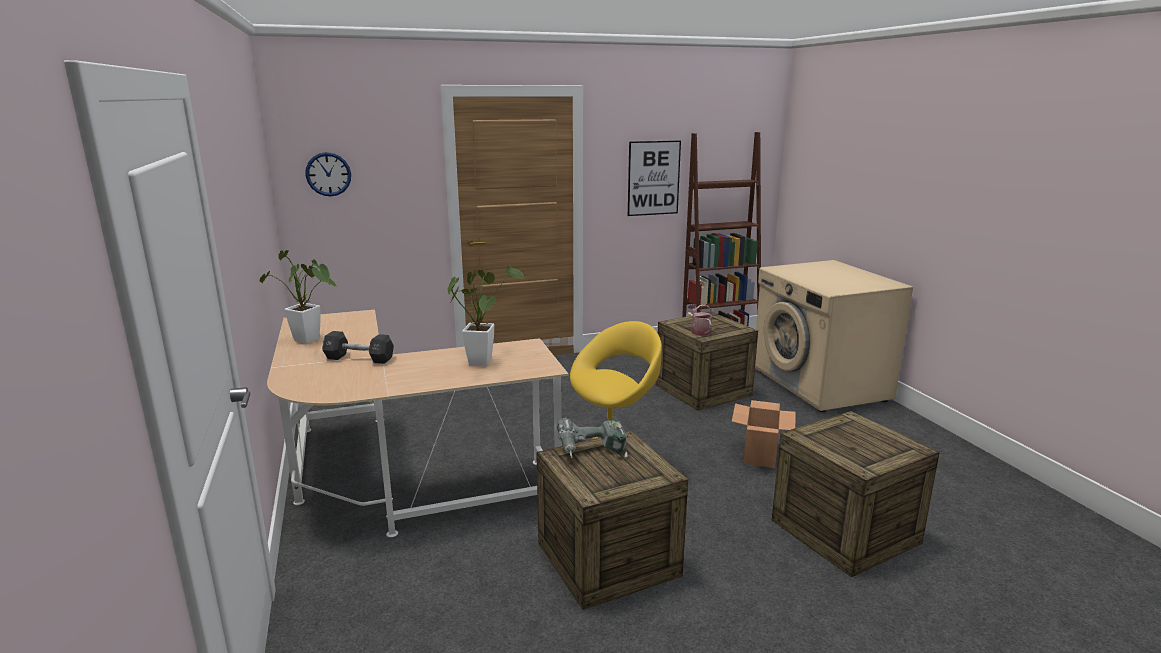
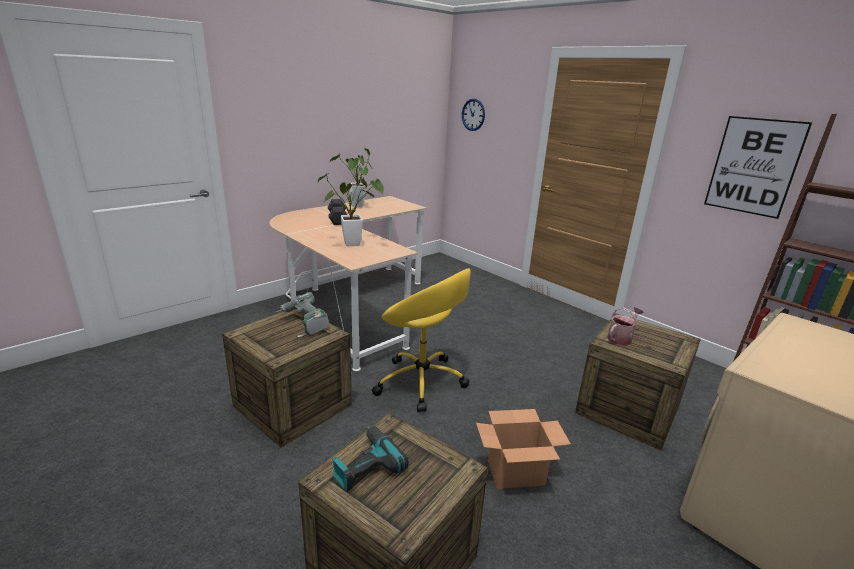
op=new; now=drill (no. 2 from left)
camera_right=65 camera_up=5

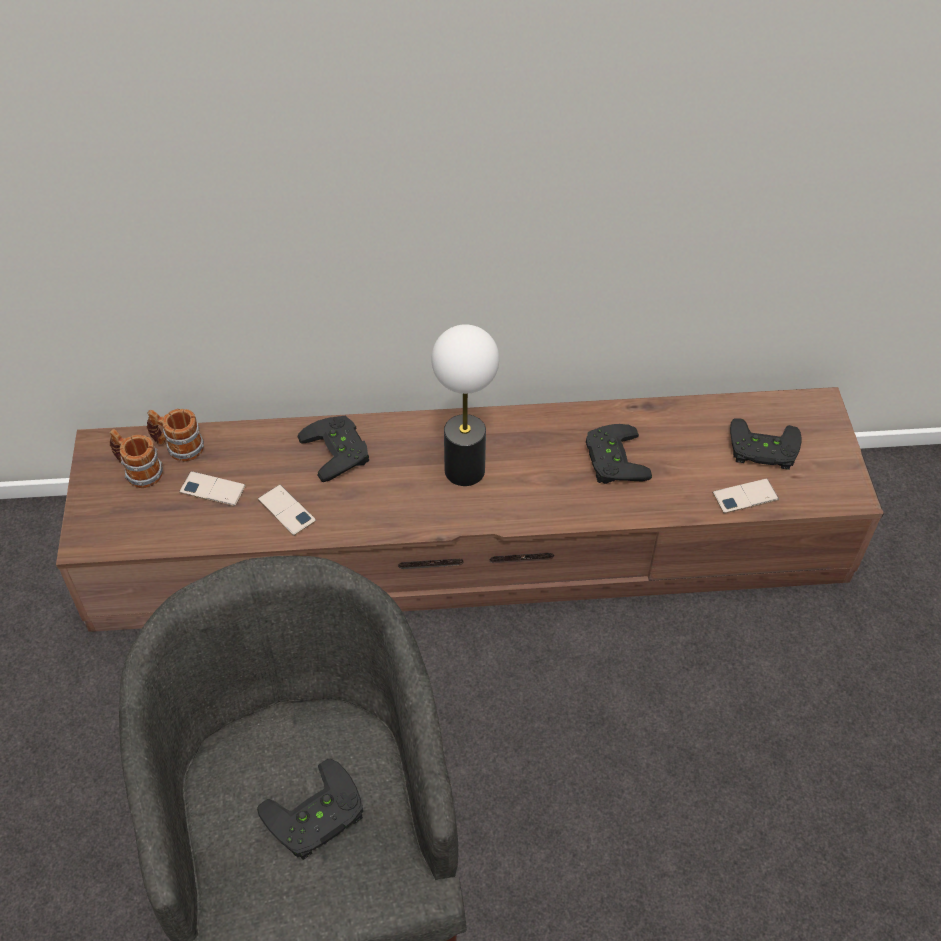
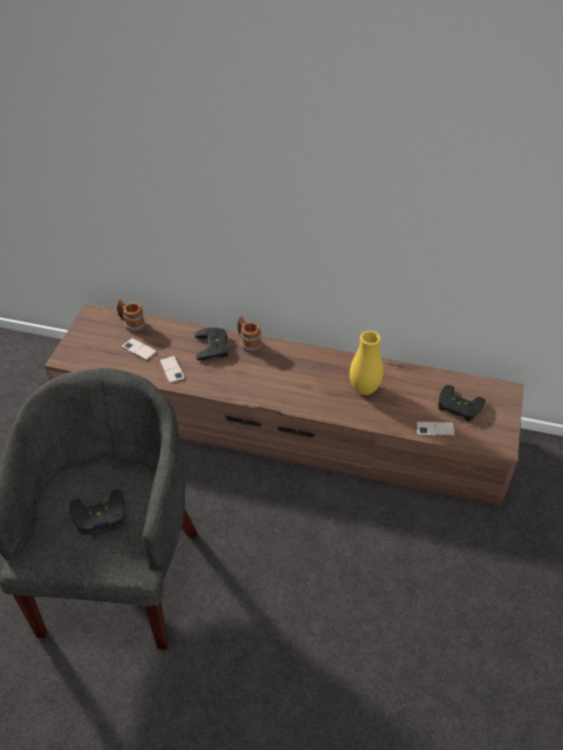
op=gone; was=tabletop lamp
op=swapped; was=black gamepad (no. 3 from left); now=yellow vase
op=shifted; was=tea mug (no. 1 from left in the first image); now=tea mug (no. 2 from left)
camera_right=20 camera_up=-5

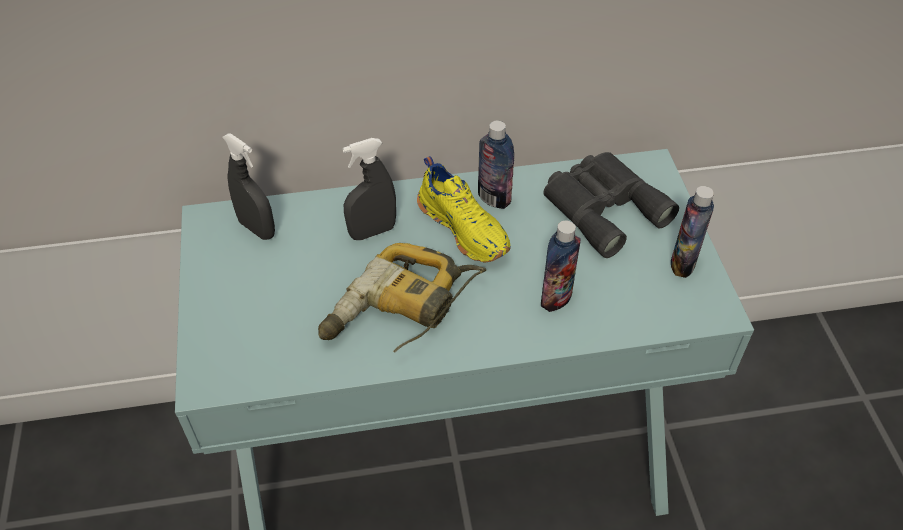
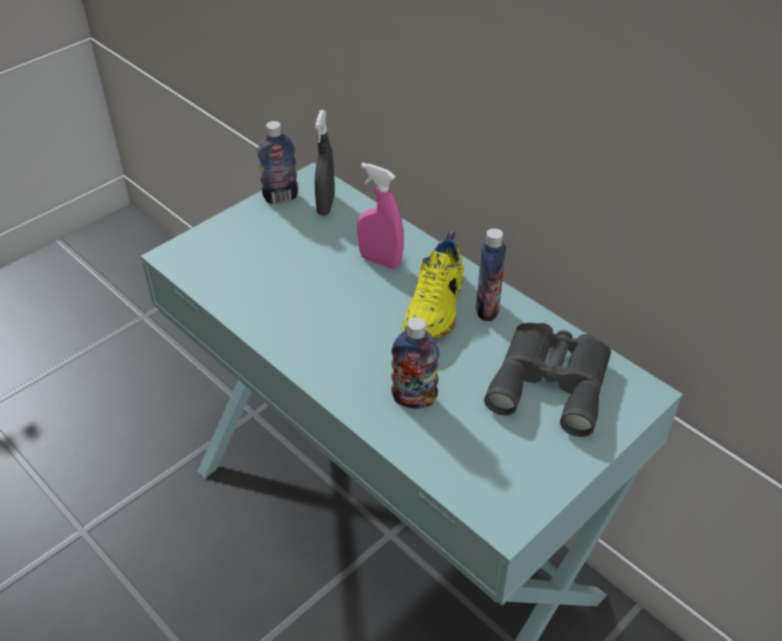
op=repainted; was=grey sprayer (no. 2 from left); now=pink sprayer
op=shifted; was=bottle (no. 3 from left in the first image); now=bottle (no. 1 from left)
op=gone; was=drill
camera_right=55 camera_up=-5

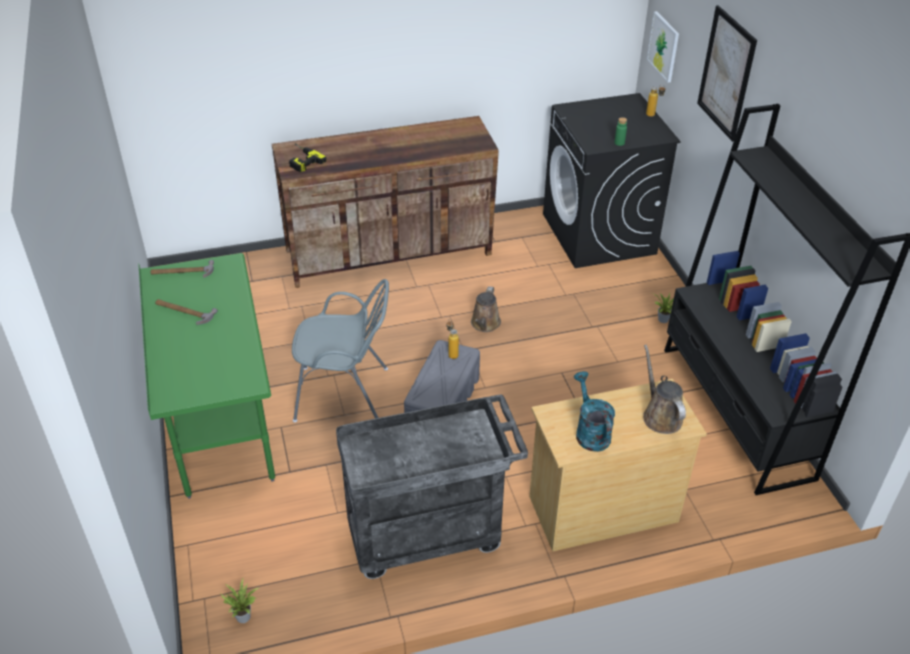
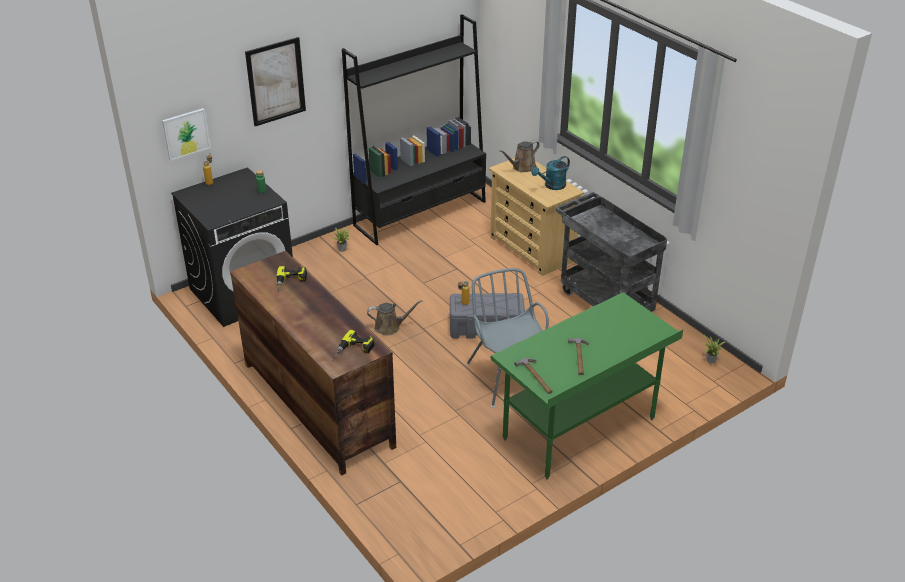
op=new; now=drill (no. 1 from left)
camera_right=-110 camera_up=-5

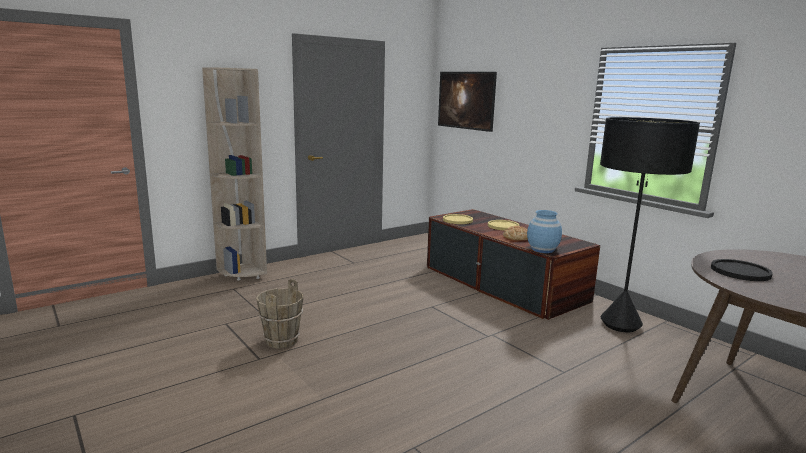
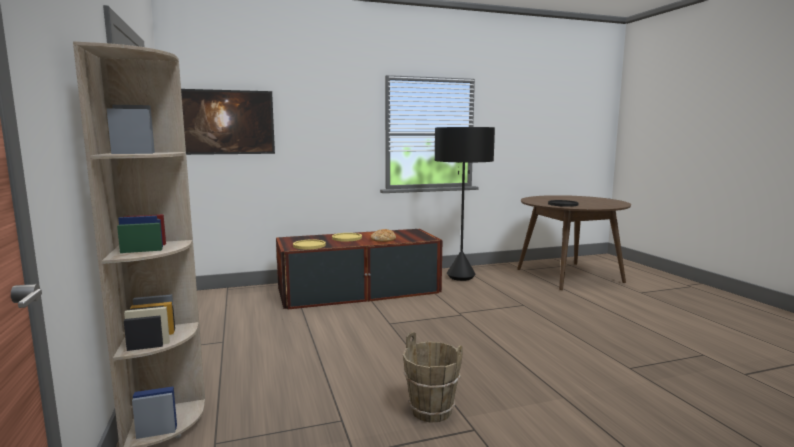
op=gone; was=blue-coloured vase
camera_right=-70 camera_up=-5

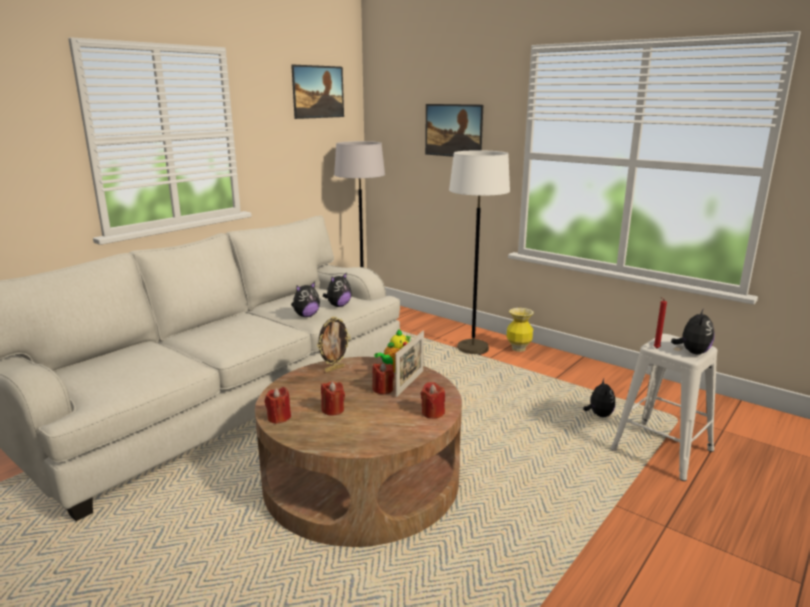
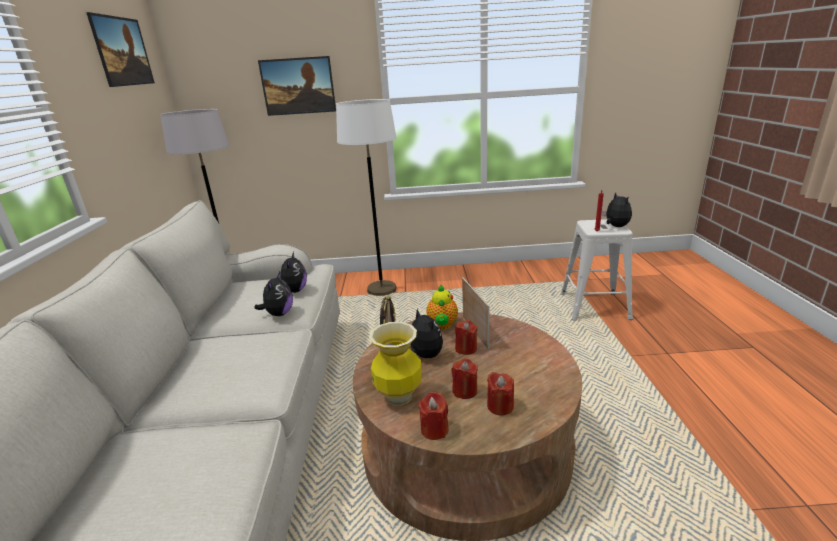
op=shifted; was=vase
op=shifted; was=soft toy (no. 3 from left)
op=shifted; was=reddish wax light (no. 4 from left)
camera_right=-40 camera_up=5

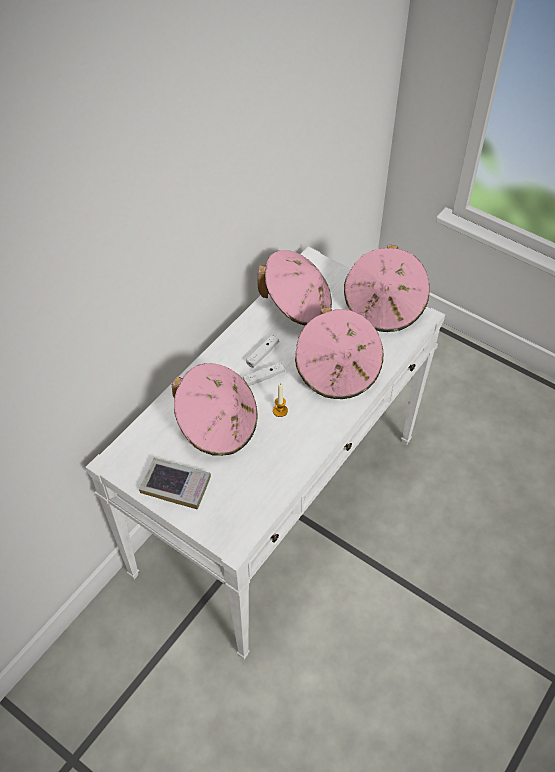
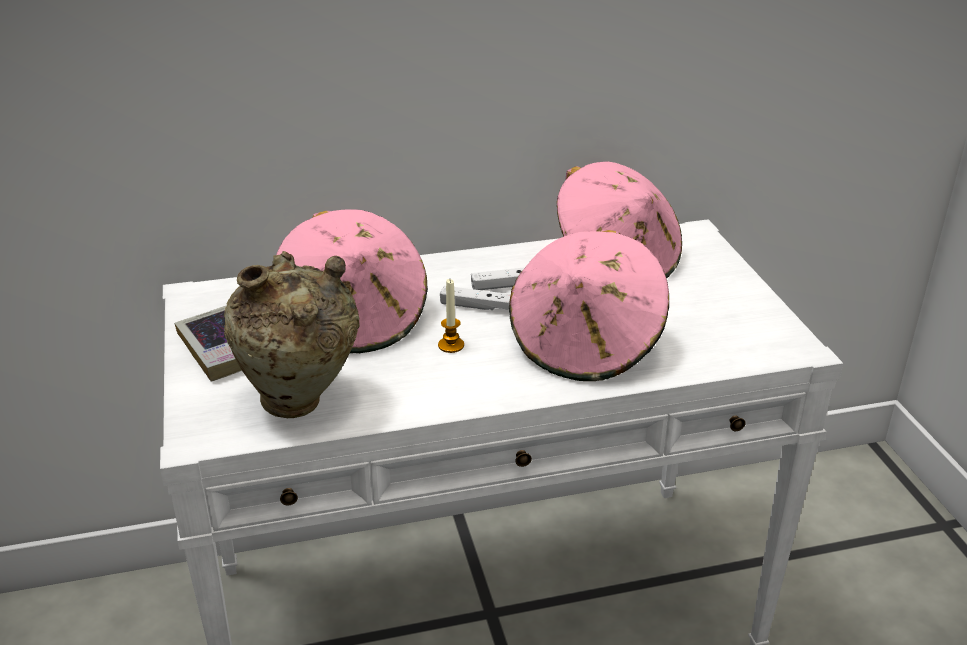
op=gone; was=pink wearable hat (no. 4 from left)
op=new; now=beige vase
camera_right=40 camera_up=-20

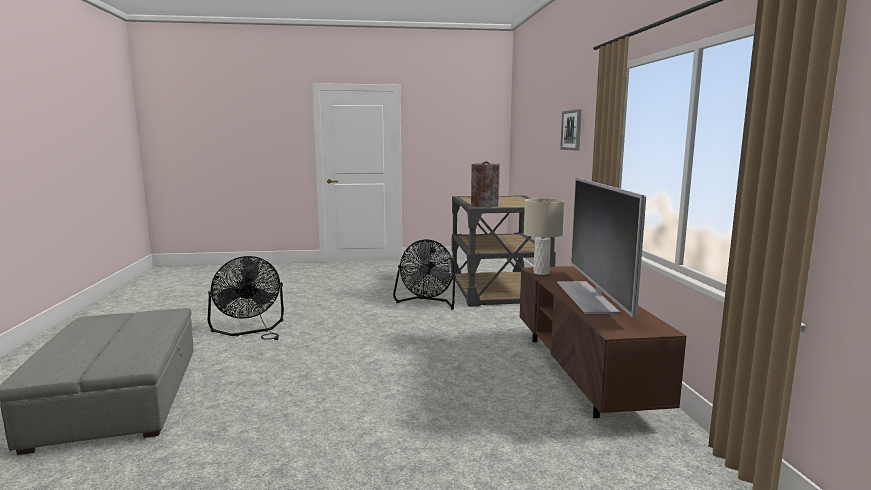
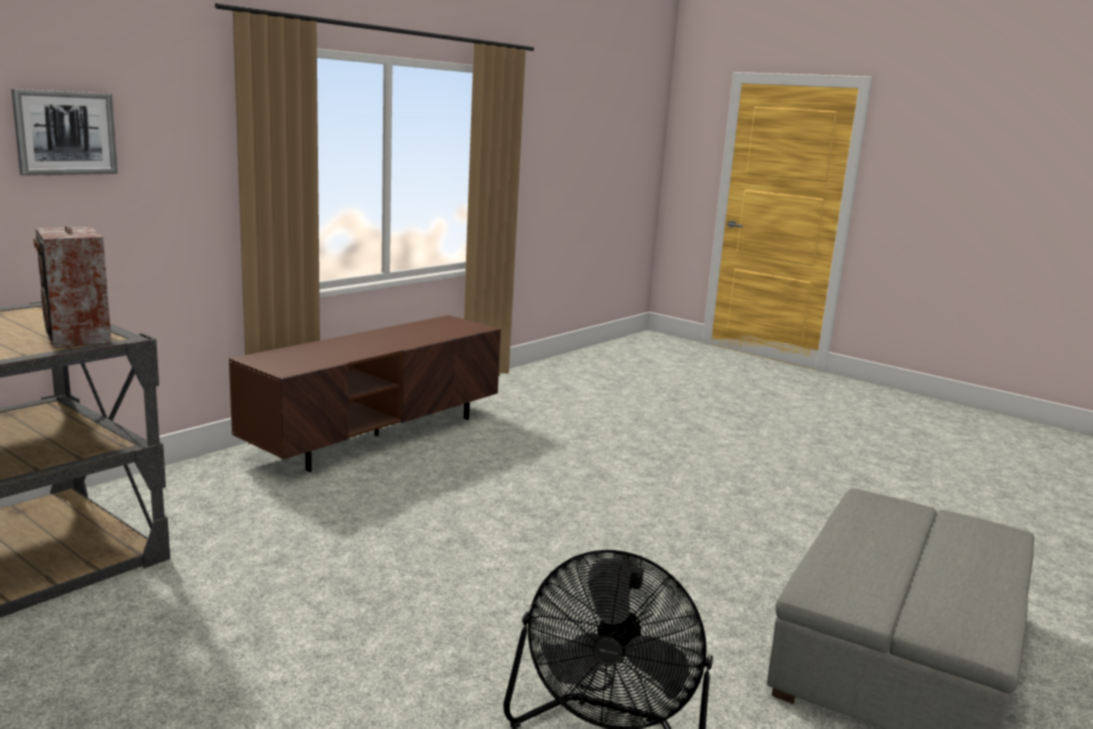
op=gone; was=television
op=gone; was=beige tabletop lamp
op=gone; was=black fan (no. 2 from left)
camera_right=-135 camera_up=5

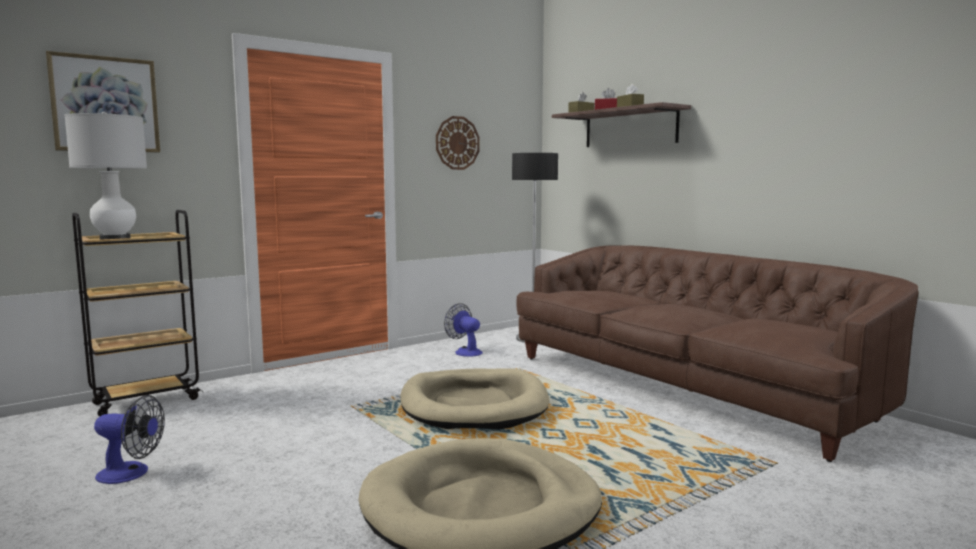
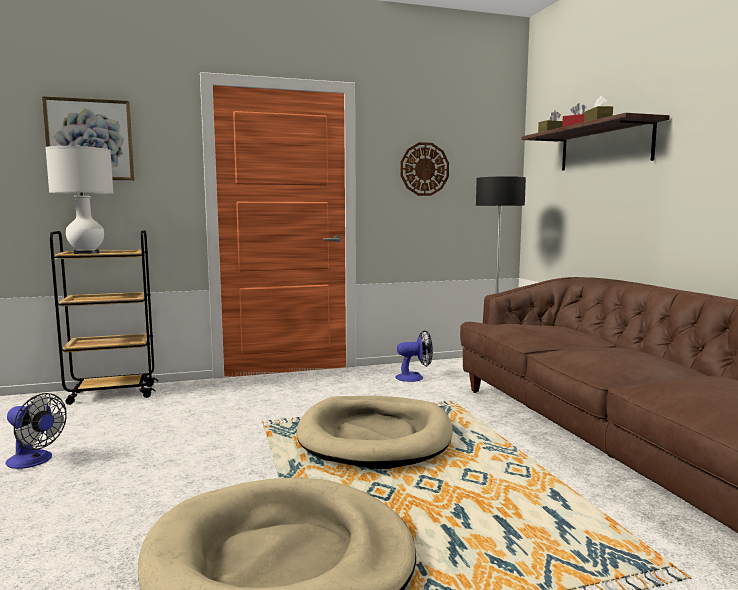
op=rotated; was=fan (no. 2 from left); clockwise=105
camera_right=20 camera_up=0

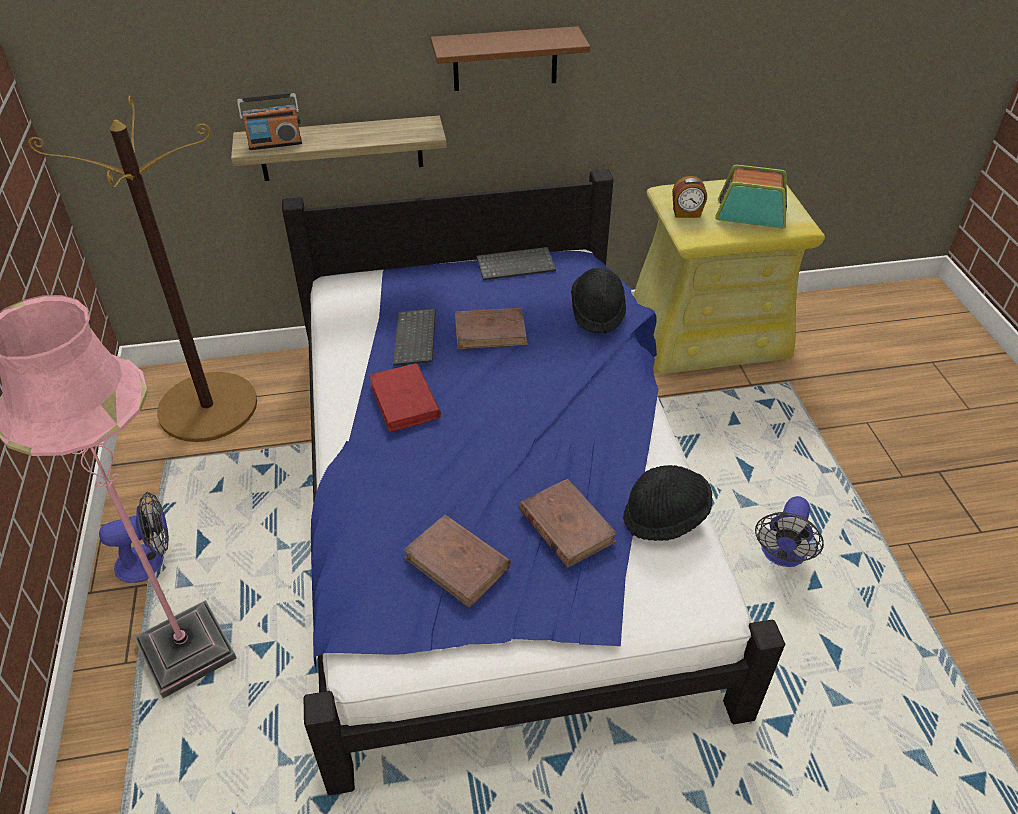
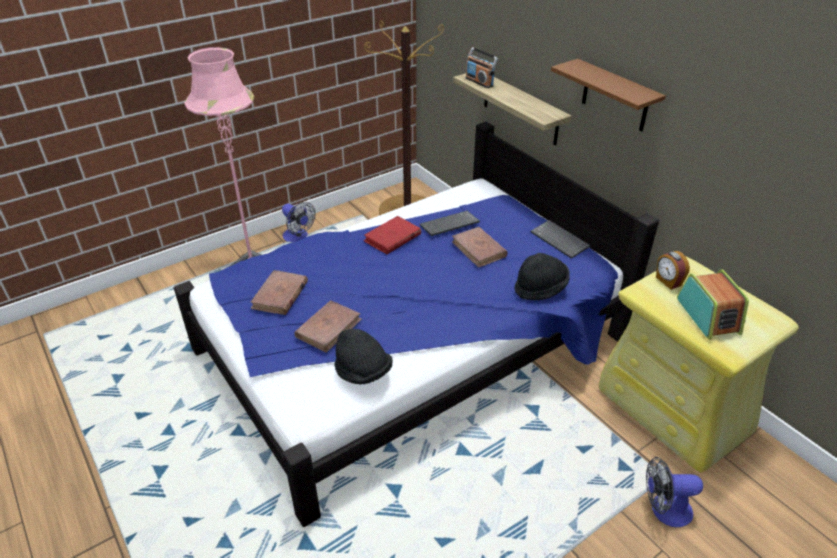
op=shifted; was=fan (no. 2 from left)
camera_right=65 camera_up=-5

